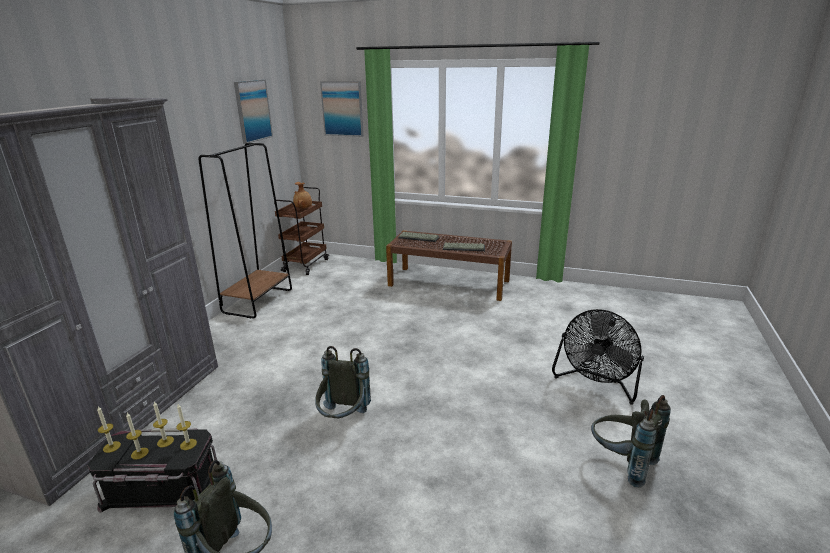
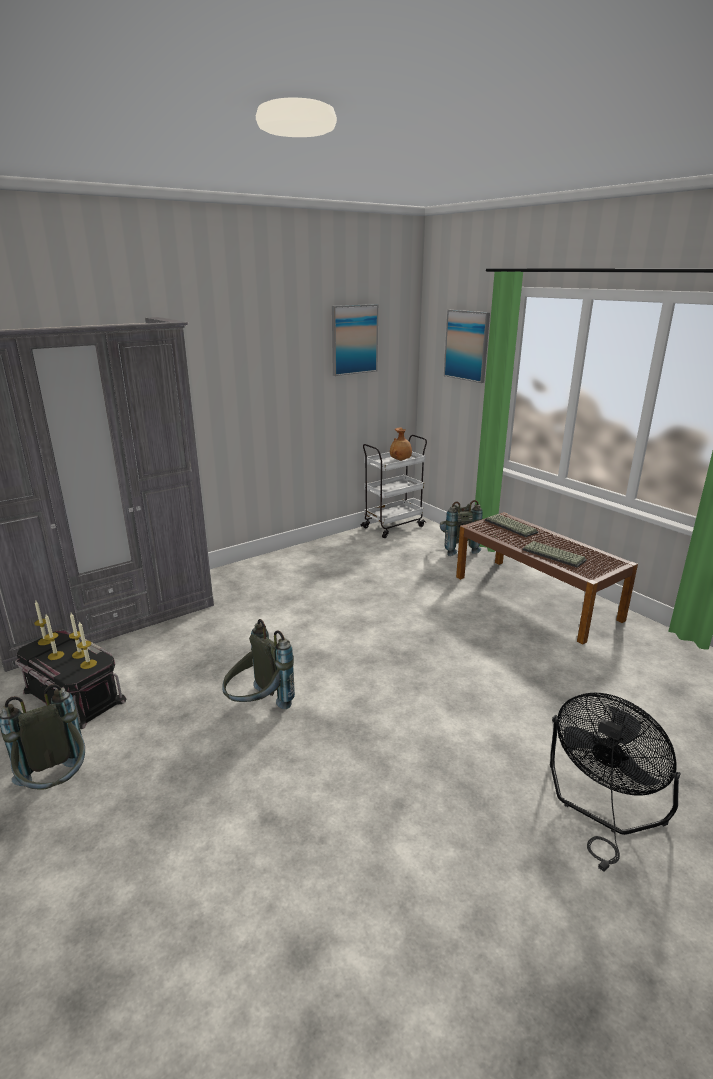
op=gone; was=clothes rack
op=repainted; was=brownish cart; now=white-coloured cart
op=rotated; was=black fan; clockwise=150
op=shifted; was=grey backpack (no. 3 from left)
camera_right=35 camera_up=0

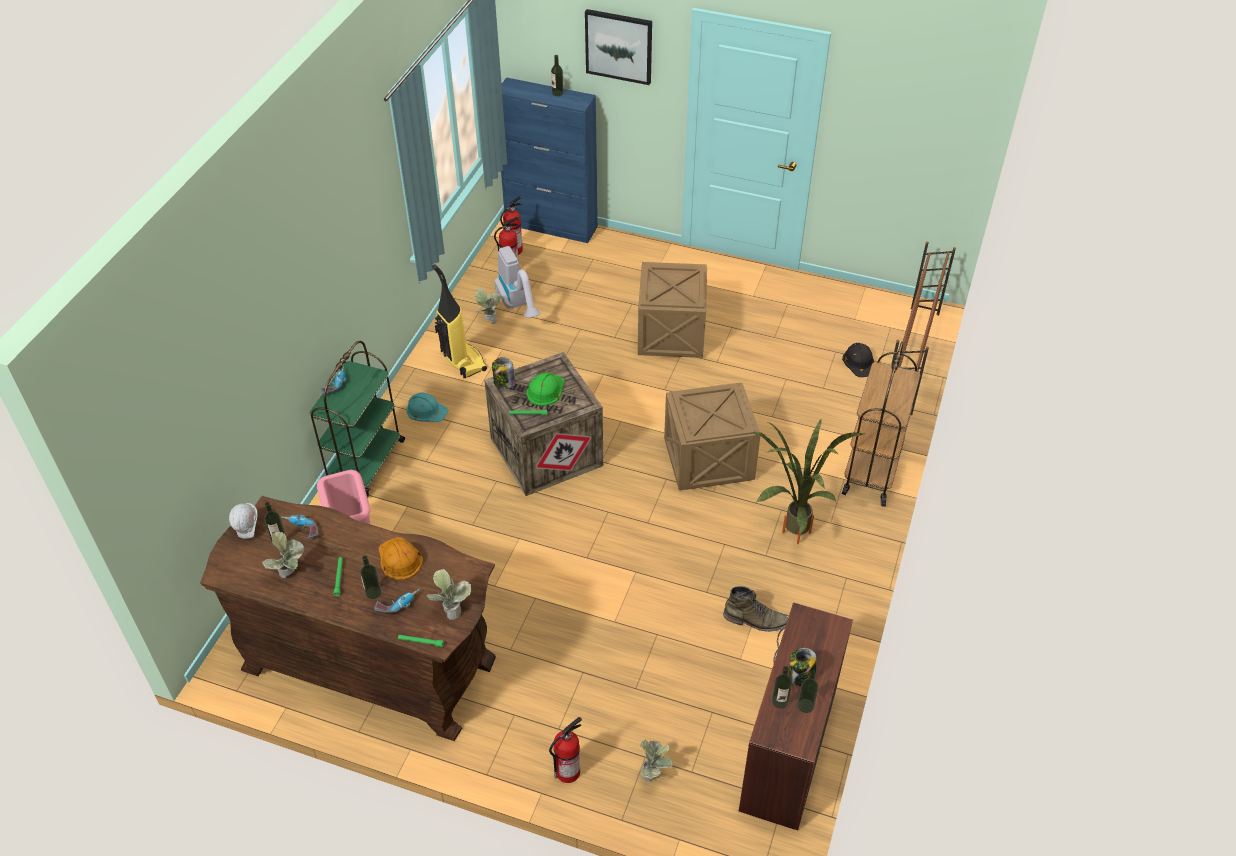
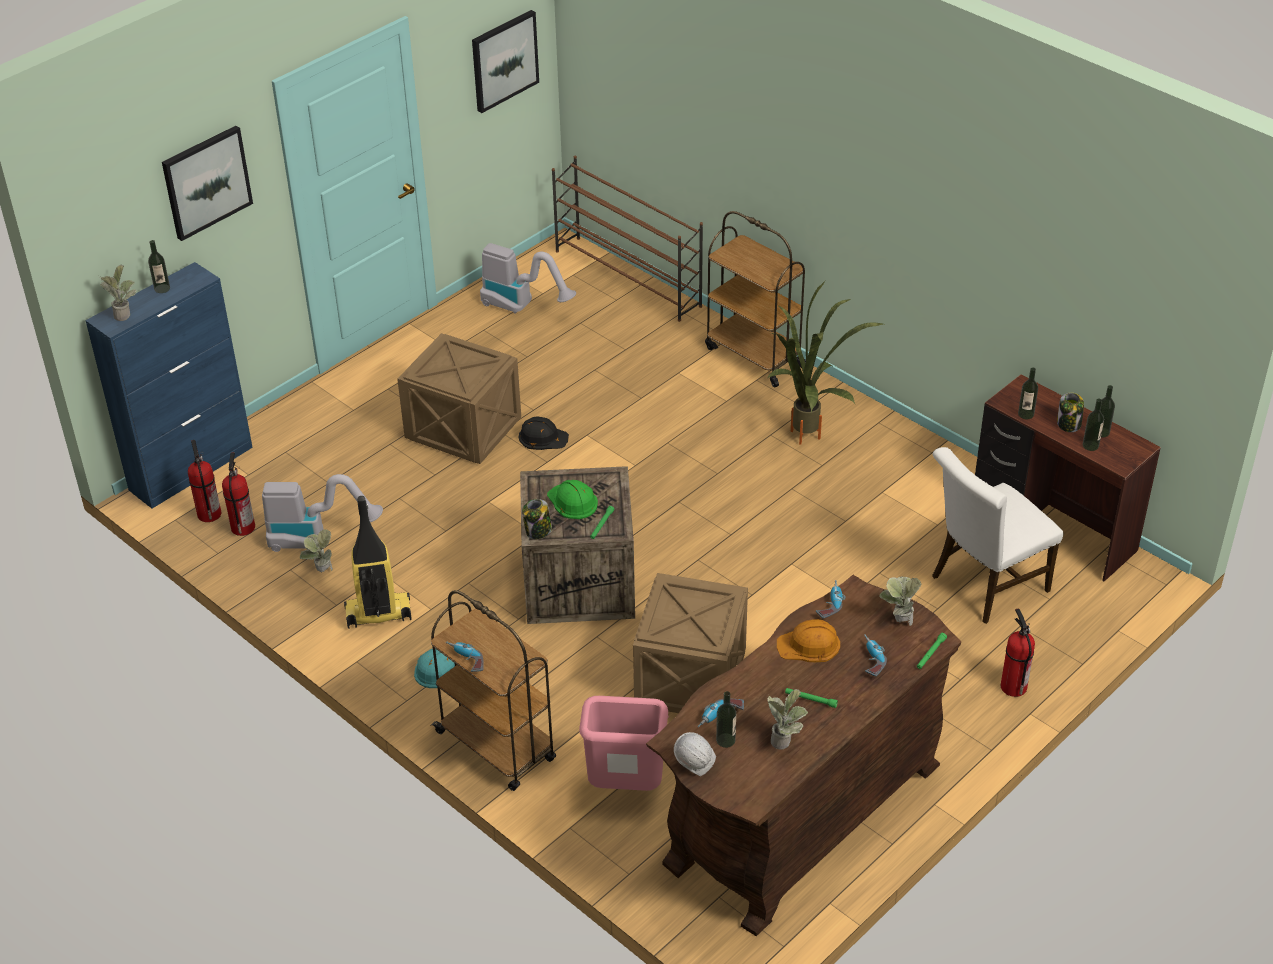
op=repainted; was=green cart; now=brownish cart (no. 1 from left)
op=shifted; was=black safety helmet
op=shifted; was=shipping crate (no. 3 from left)
op=shifted; was=bottle (no. 2 from left in the first image); now=bottle (no. 3 from left)
op=gone; was=green boot
op=shifted; was=houseplant (no. 4 from left in the first image); now=houseplant (no. 1 from left)
op=new; now=picture (no. 2 from left)
op=new; now=vacuum cleaner (no. 3 from left)
op=new; now=white-coloured chair
op=new; now=drill (no. 3 from left)
camera_right=-65 camera_up=-5

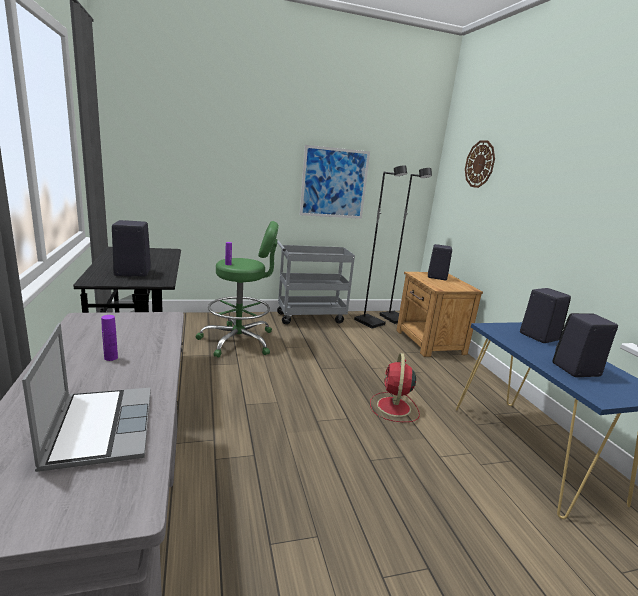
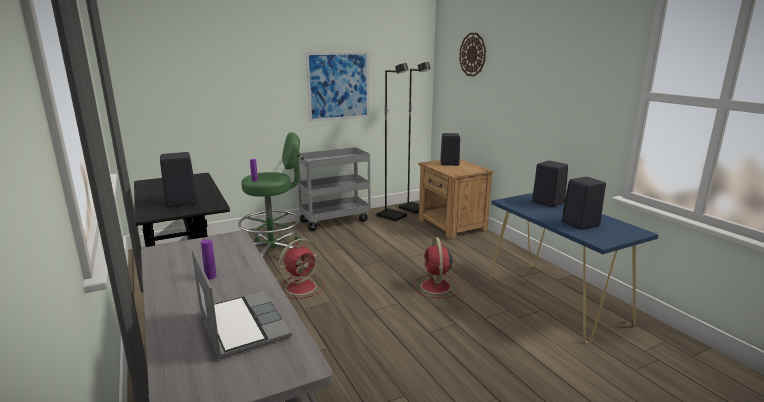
op=new; now=reddish fan (no. 1 from left)
camera_right=-10 camera_up=0

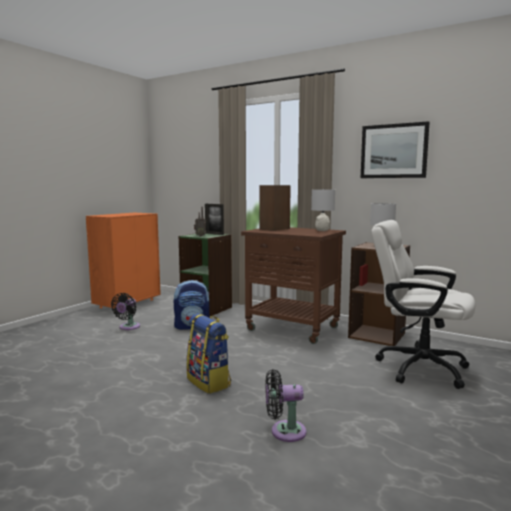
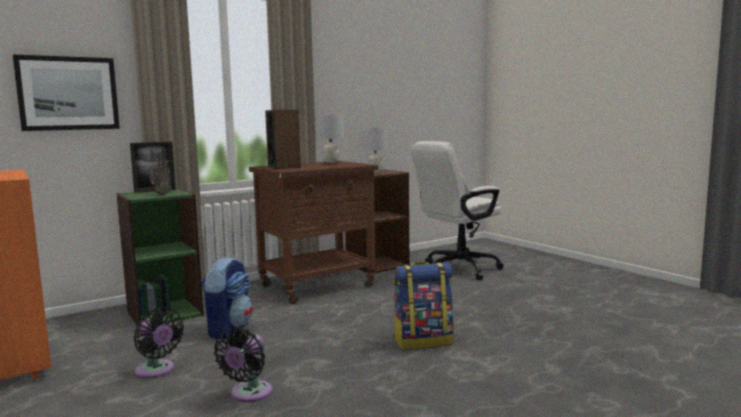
op=shifted; was=picture
op=shifted; was=black fan (no. 2 from left)
camera_right=-65 camera_up=0

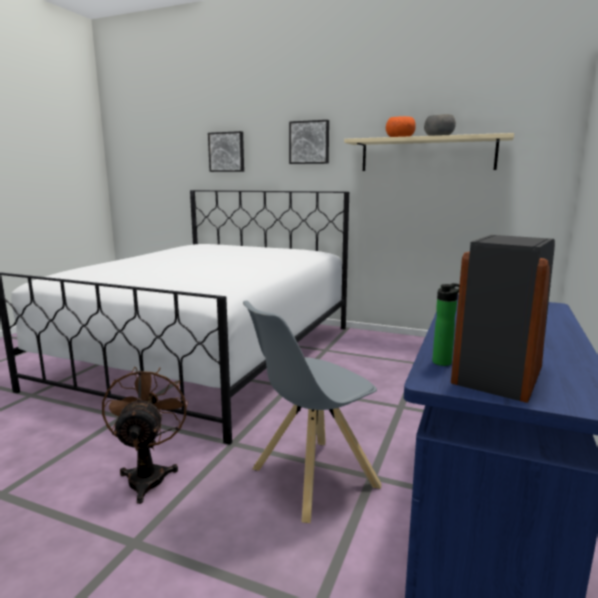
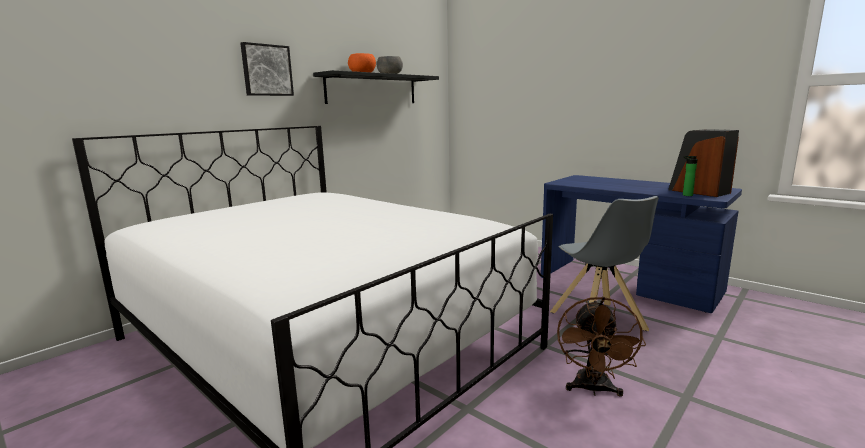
op=gone; was=picture (no. 1 from left)
op=repainted; was=beige shelf; now=black shelf
op=rotated; was=brownish fan; clockwise=-90
camera_right=-70 camera_up=0

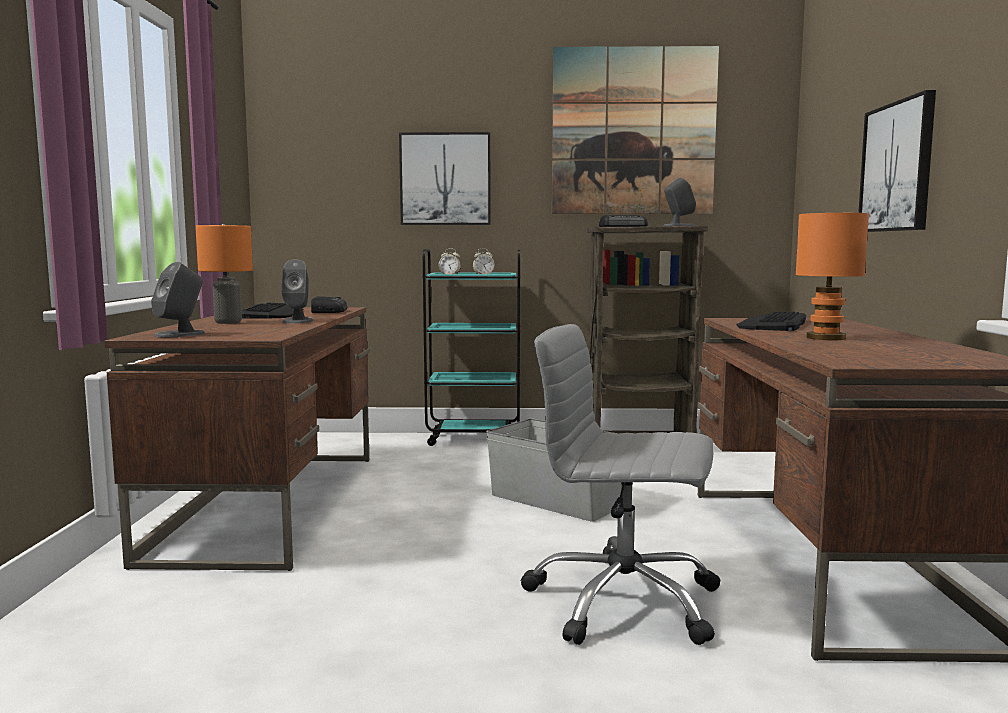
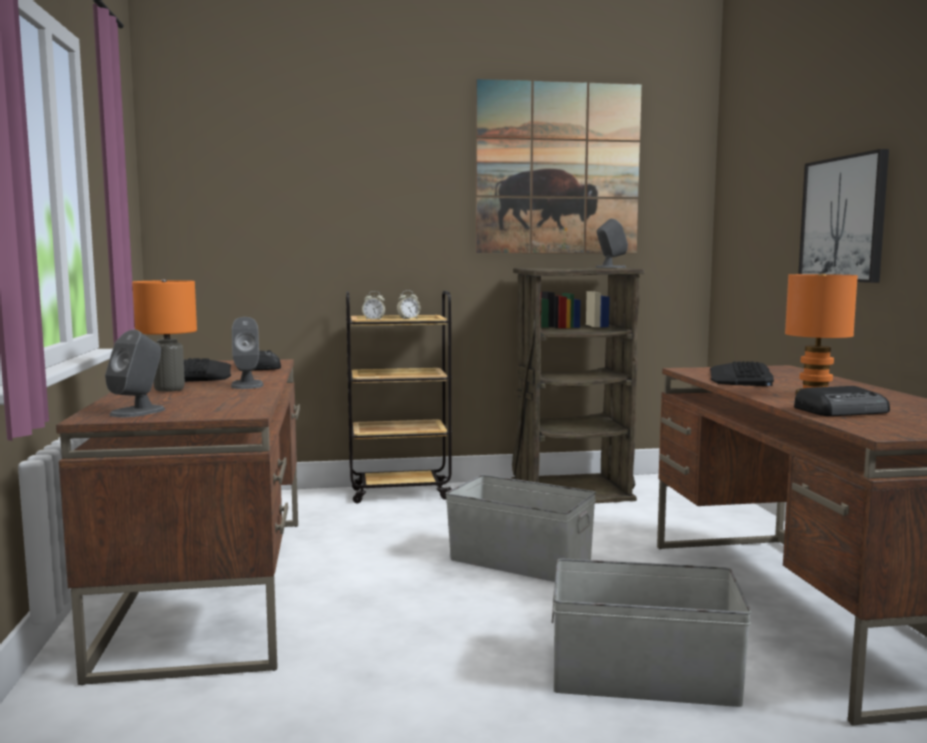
op=gone; was=picture (no. 1 from left)
op=shifted; was=radio set (no. 2 from left)
op=repainted; was=turquoise cart; now=brownish cart
op=swapped; was=grey computer chair; now=grey storage container (no. 2 from left)
camera_right=-10 camera_up=0

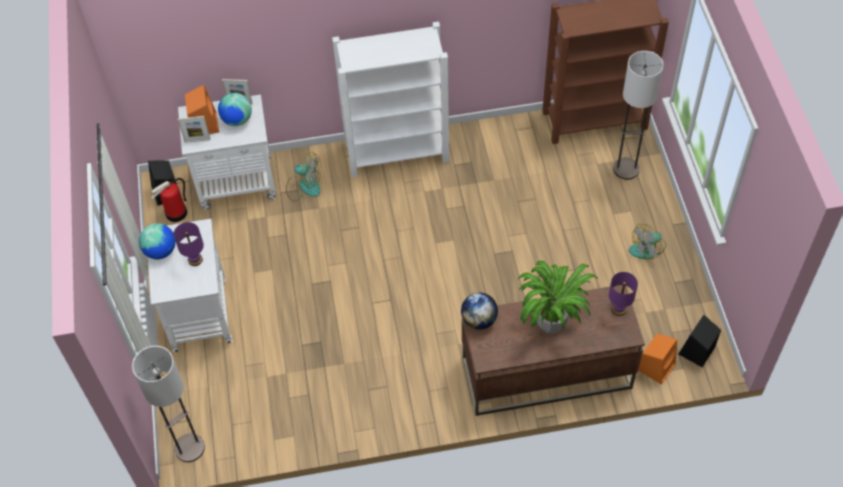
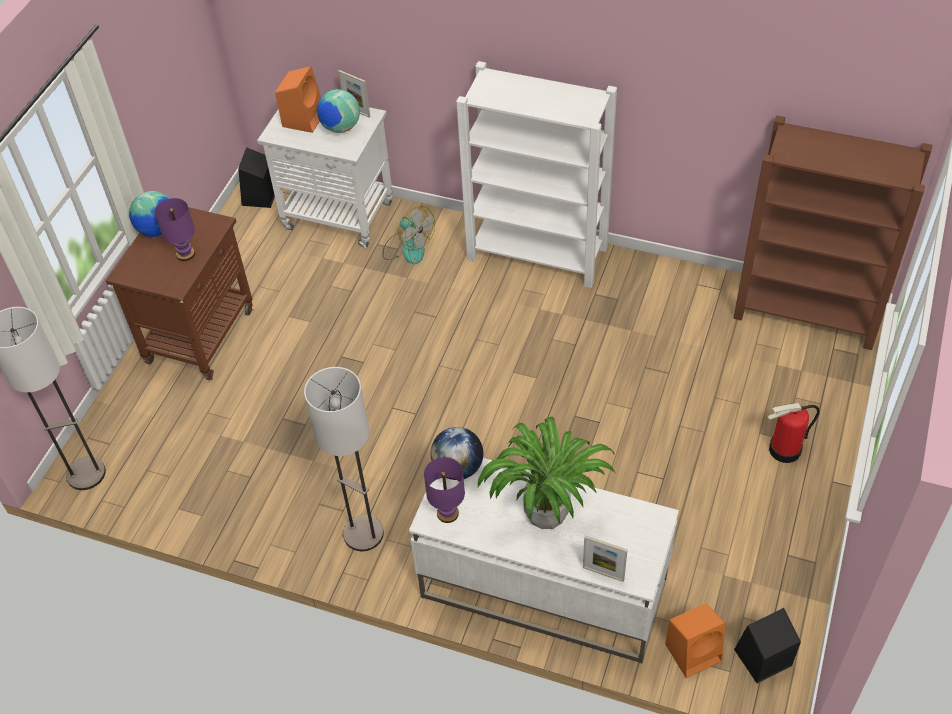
op=shifted; was=floor lamp (no. 2 from left)
op=shifted; was=standing frame (no. 1 from left in the first image); now=standing frame (no. 2 from left)
op=shifted; was=extinguisher
op=repainted; was=white-coloured cart (no. 1 from left); now=brownish cart
op=gone; was=fan (no. 2 from left)
op=shifted; was=purplish tabletop lamp (no. 2 from left)
op=repainted; was=brownish desk unit; now=white-coloured desk unit
camera_right=30 camera_up=-5

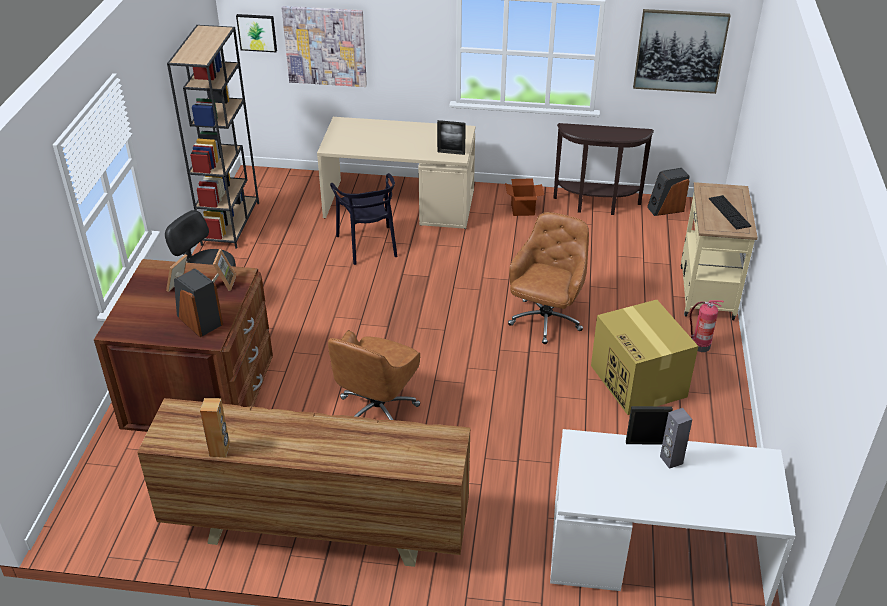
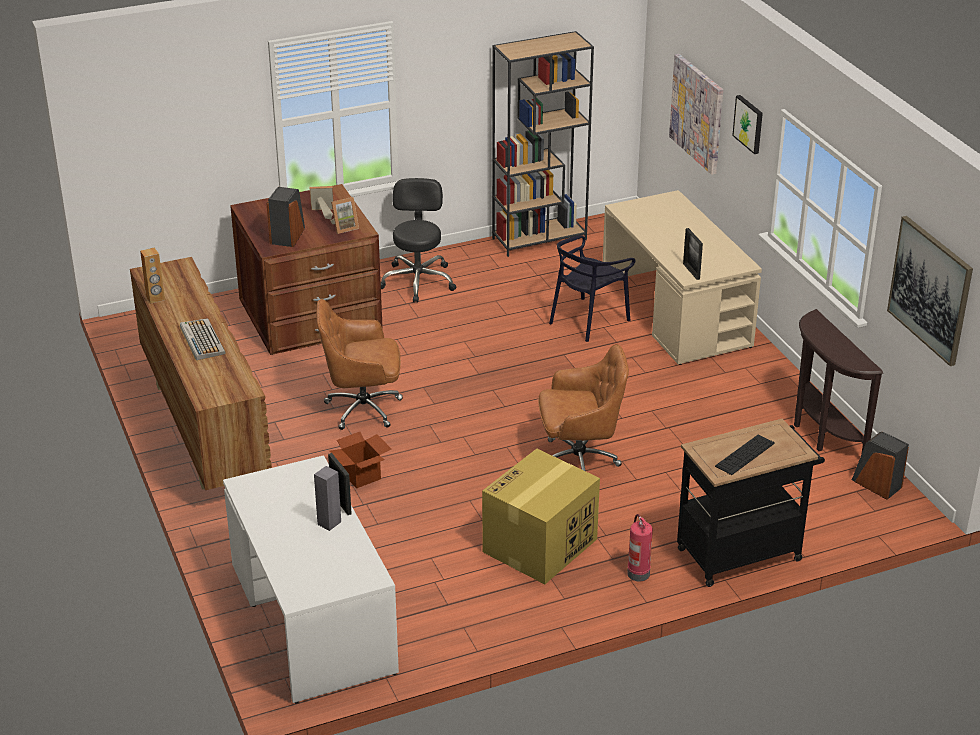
op=shifted; was=picture (no. 1 from left in the first image); now=picture (no. 2 from left)
op=shifted; was=packing box (no. 1 from left)
op=repainted; was=beige cart; now=black cart
op=new; now=computer keyboard (no. 1 from left)
camera_right=60 camera_up=-5

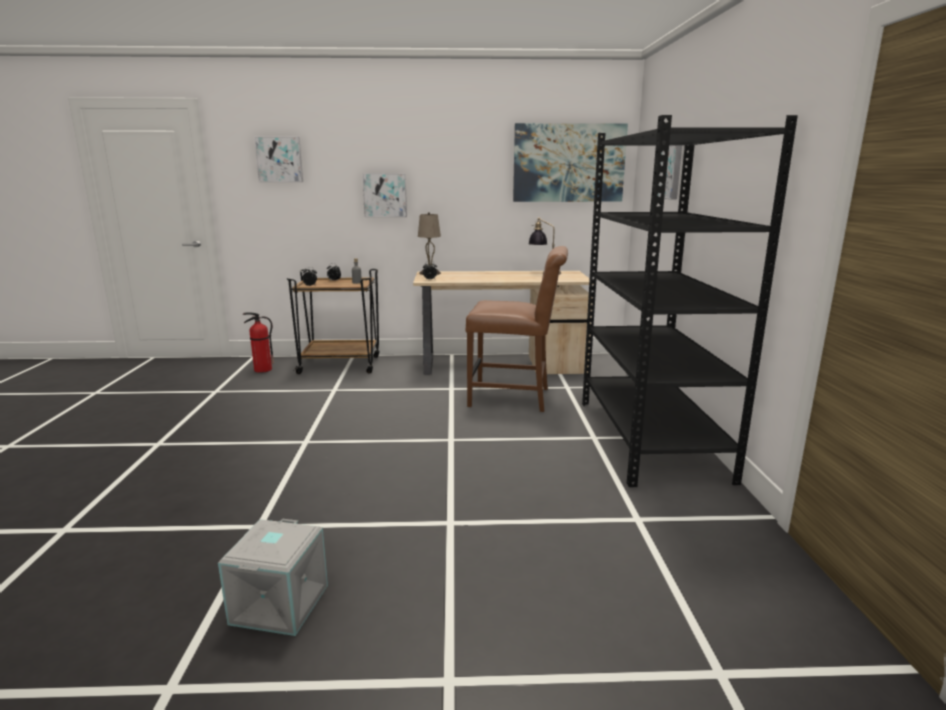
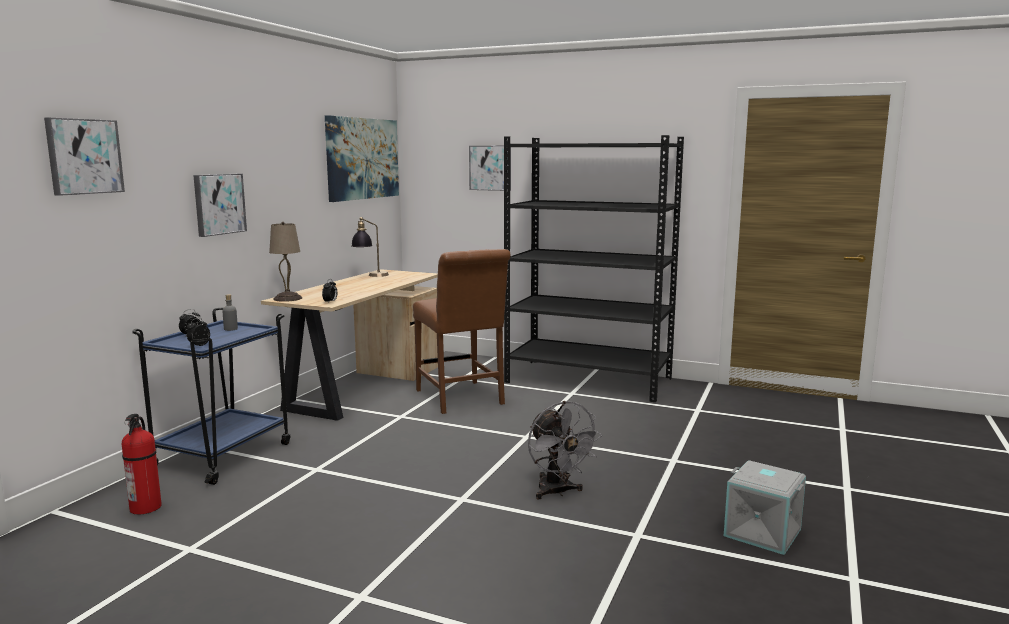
op=rotated; was=brownish chair; clockwise=120
op=repainted; was=brownish cart; now=blue-coloured cart
op=new; now=grey fan
camera_right=-65 camera_up=-5

